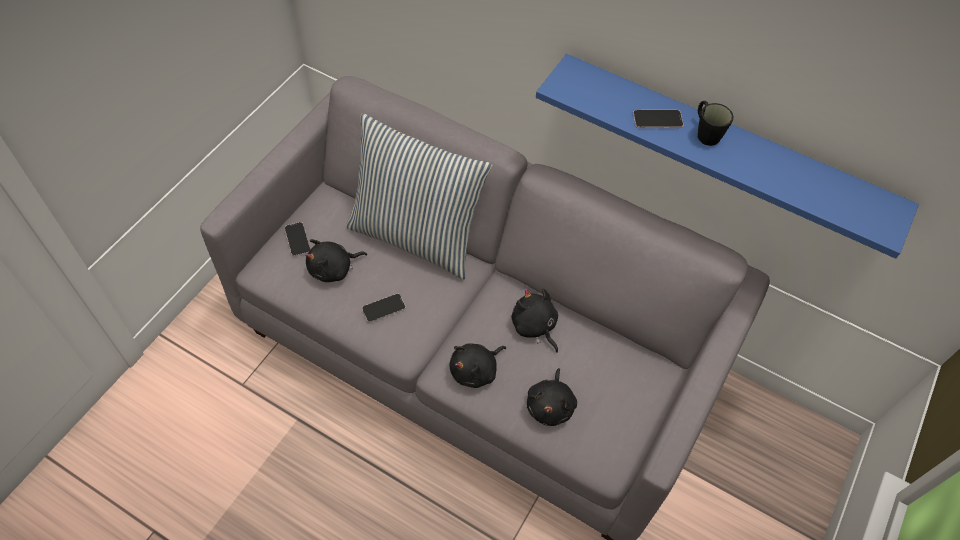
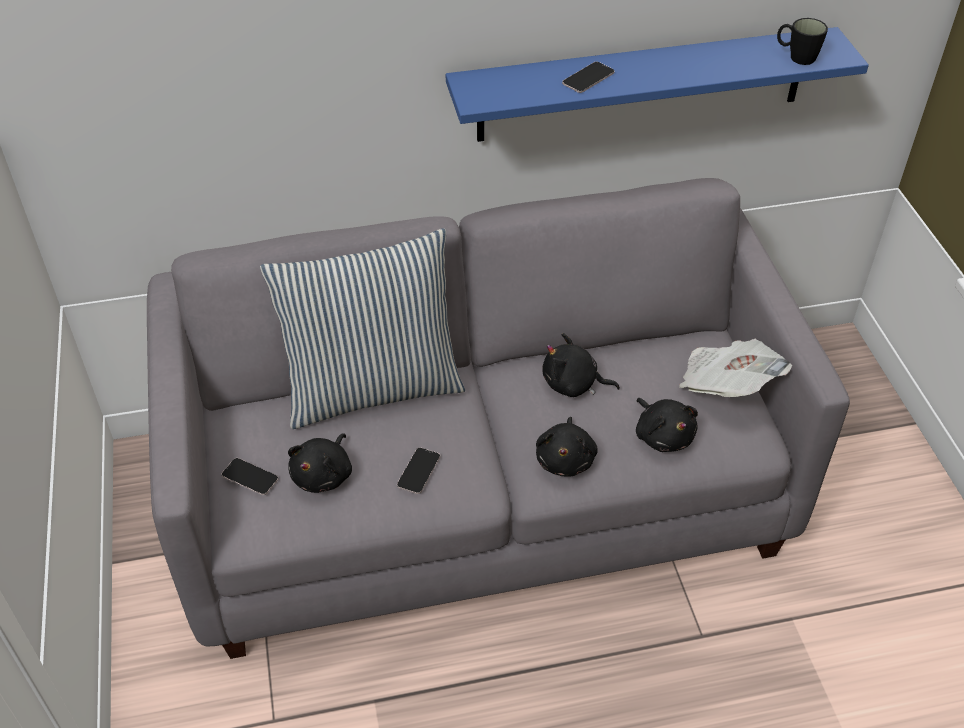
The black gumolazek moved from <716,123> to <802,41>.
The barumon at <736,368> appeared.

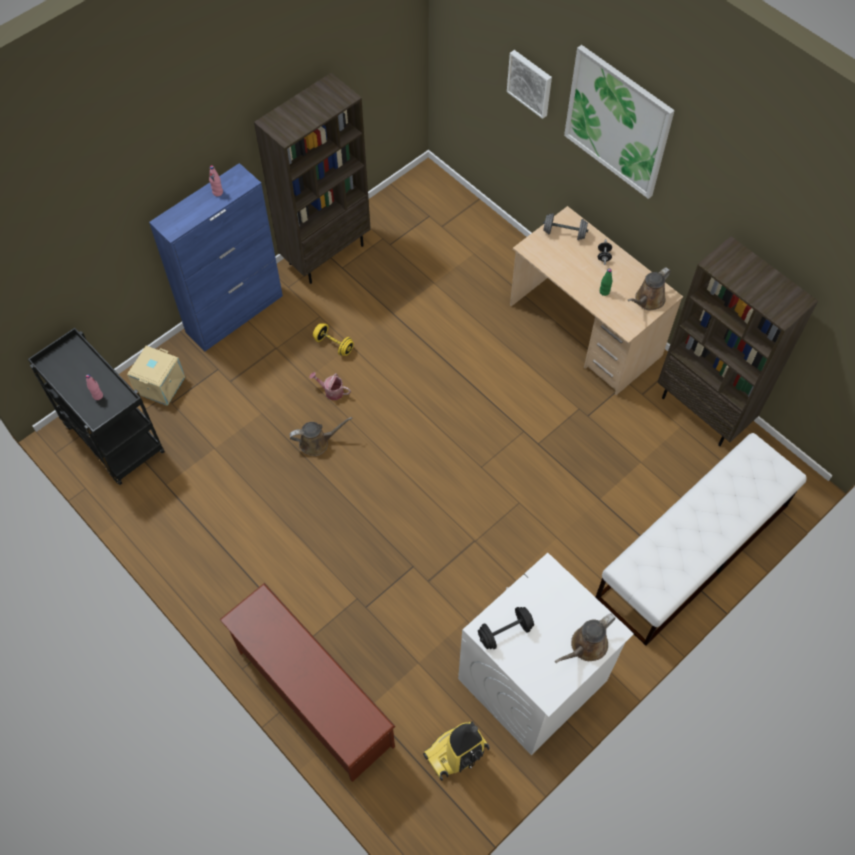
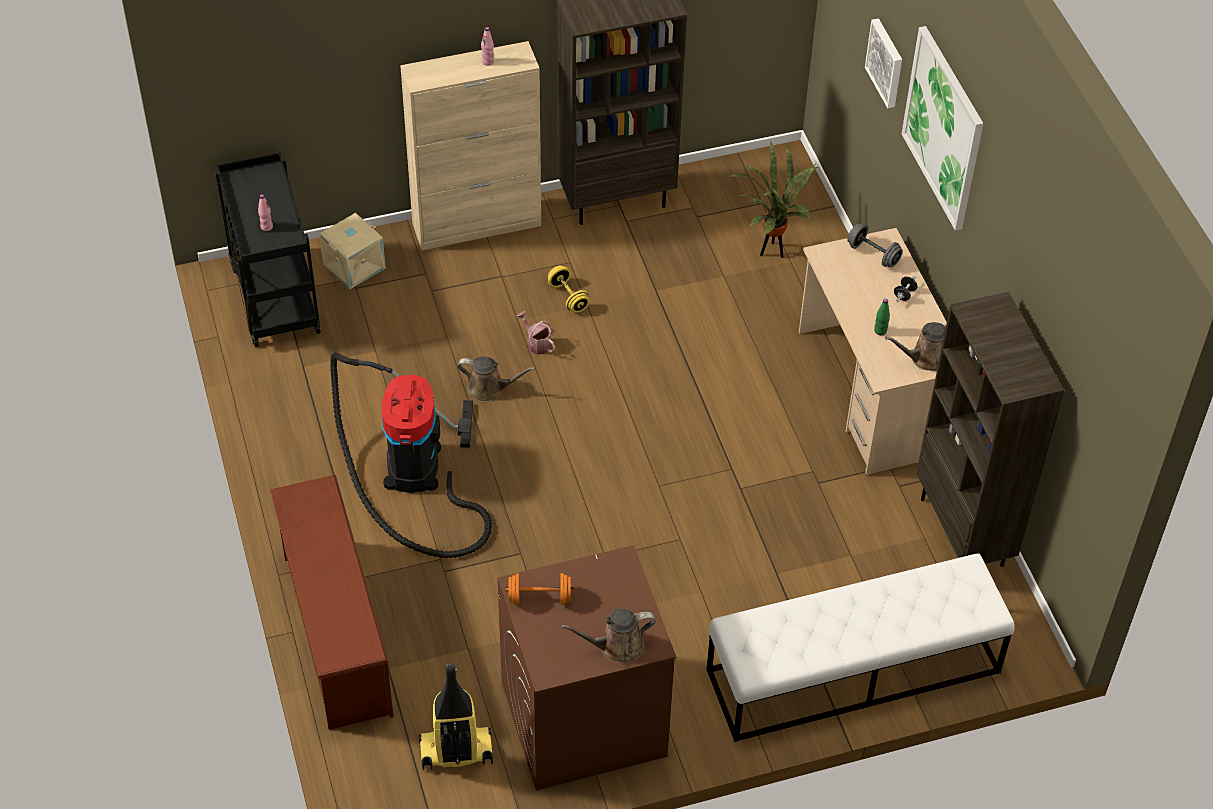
The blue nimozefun at <216,257> became the beige nimozefun at <470,146>.
The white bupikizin at <546,654> became the brown bupikizin at <586,668>.
The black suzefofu at <506,628> became the orange suzefofu at <540,589>.
The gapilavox at <773,199> appeared.
The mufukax at <411,455> appeared.

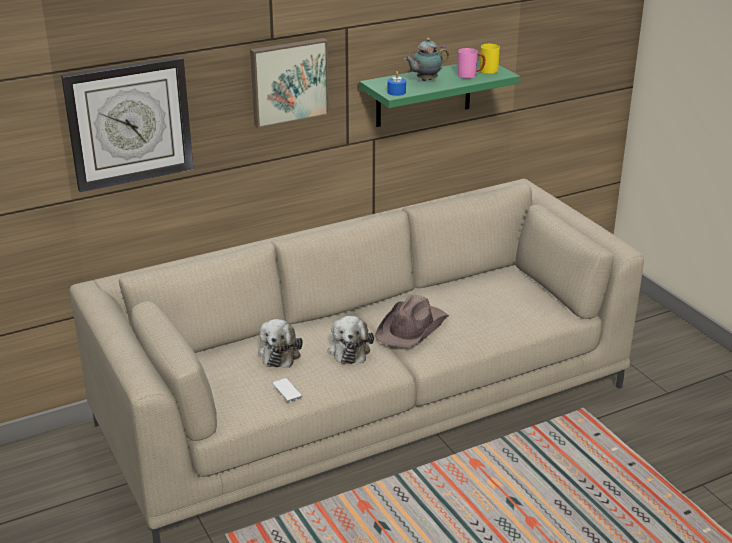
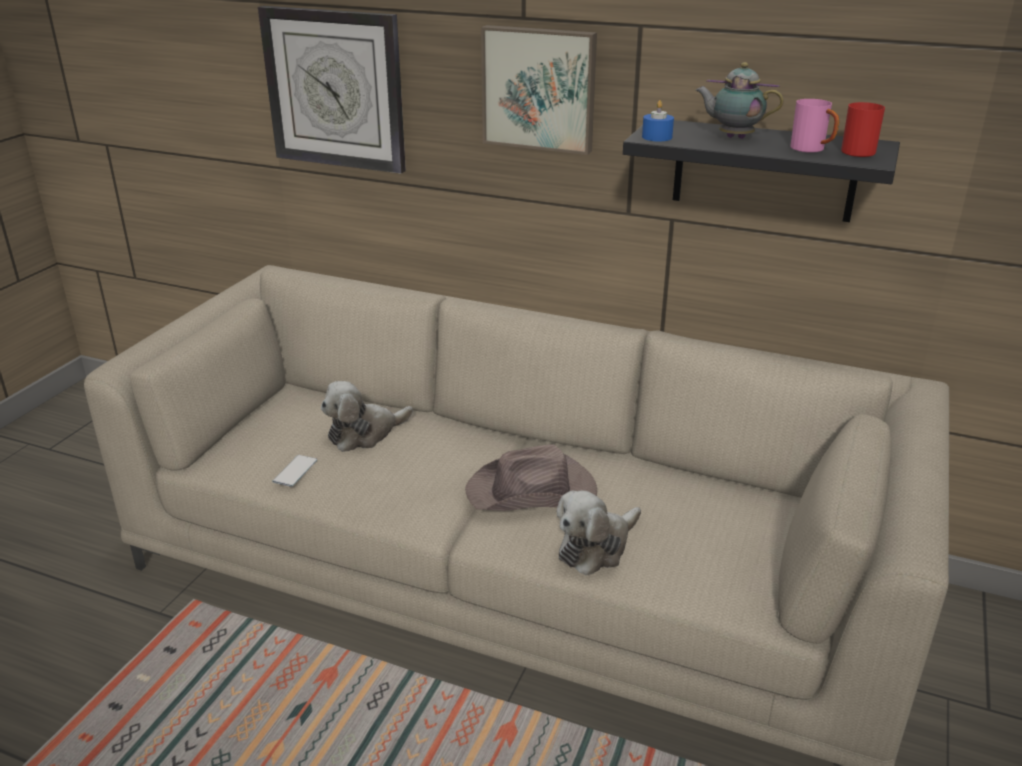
The yellow gumolazek at <490,59> became the red gumolazek at <863,129>.
The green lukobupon at <439,93> became the black lukobupon at <761,171>.
The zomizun moved from <351,340> to <599,532>.

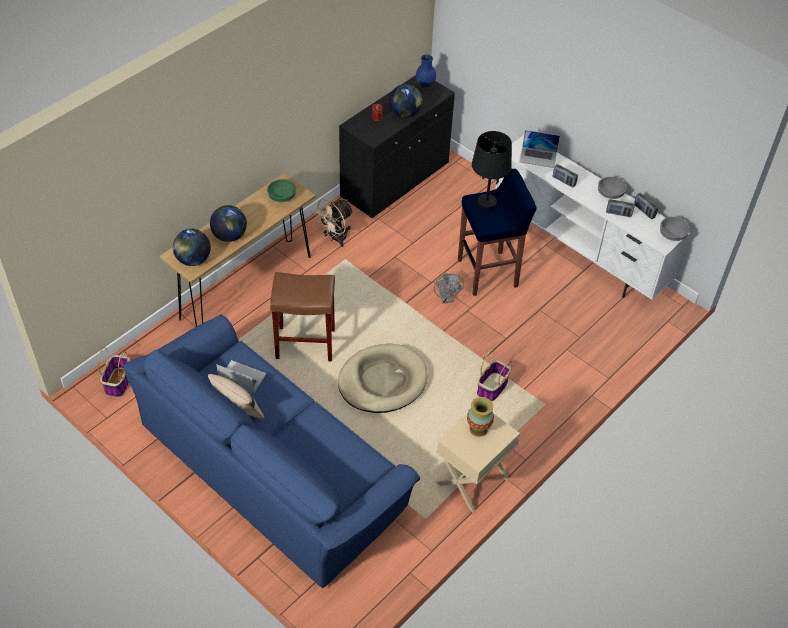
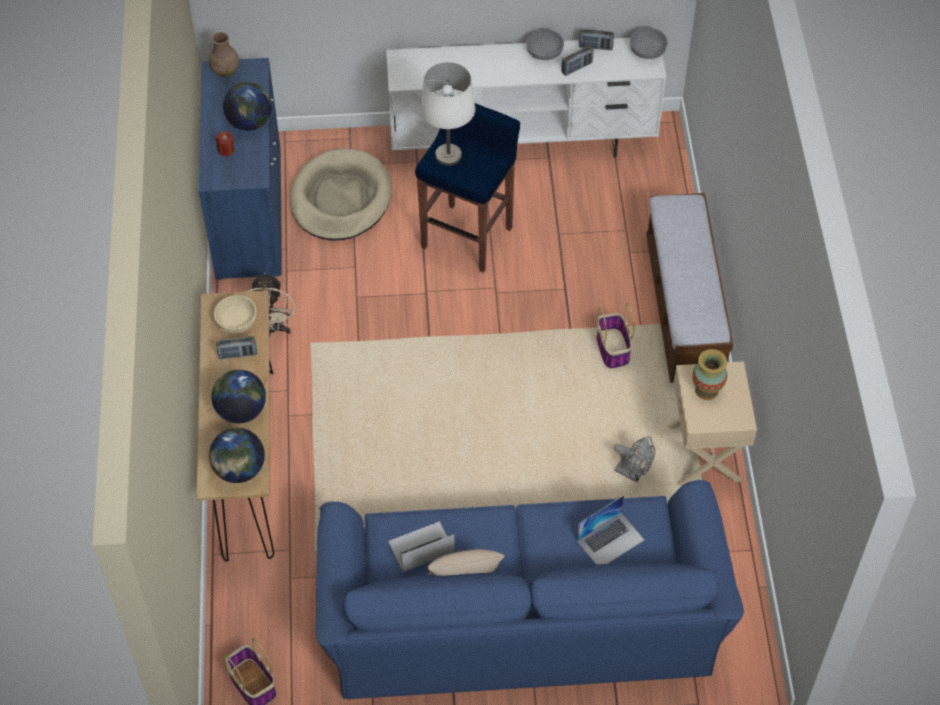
The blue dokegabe at <426,70> became the brown dokegabe at <224,54>.
The black nimozefun at <397,146> became the blue nimozefun at <240,169>.
The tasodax moved from <539,149> to <610,529>.
The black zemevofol at <492,170> became the white zemevofol at <447,114>.
The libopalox moved from <565,175> to <236,347>.
The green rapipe at <281,190> became the beige rapipe at <235,314>.
The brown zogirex at <302,316> disappeared.
The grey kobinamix moved from <449,287> to <634,459>.
The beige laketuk moved from <383,378> to <341,195>.
The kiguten at <689,288> appeared.

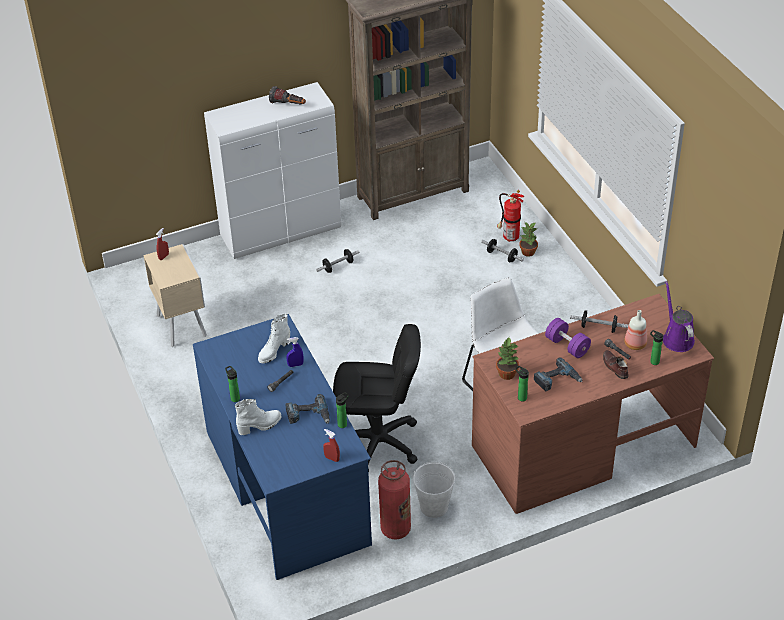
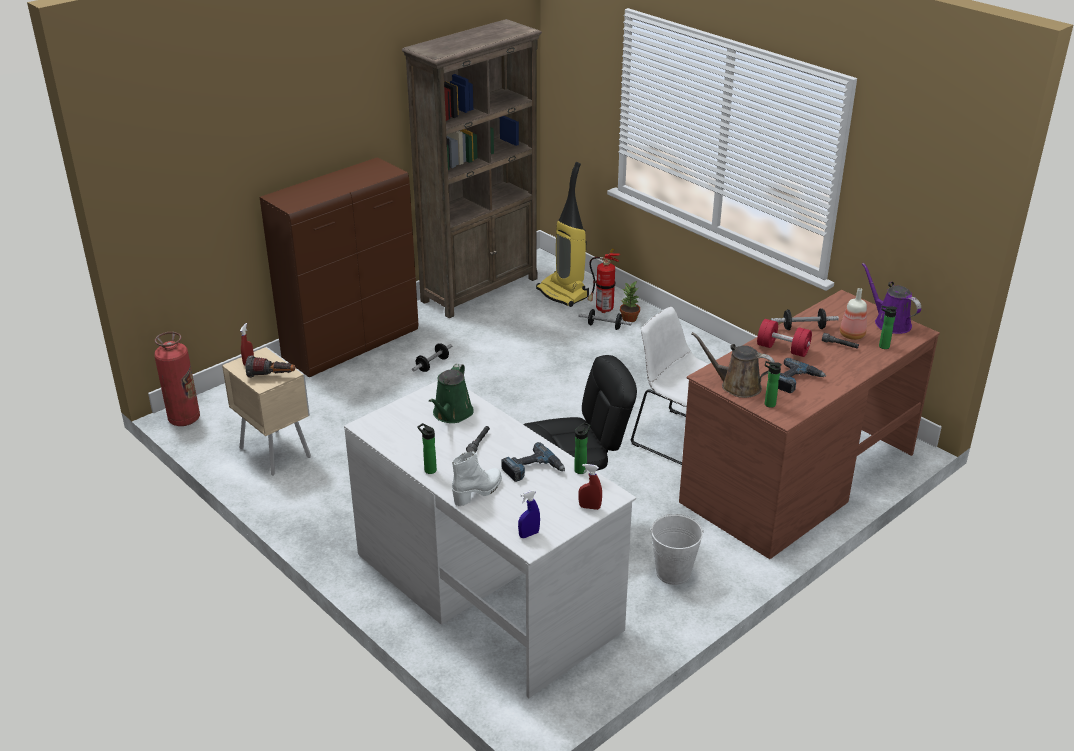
The white nimozefun at <272,170> became the brown nimozefun at <339,267>.
The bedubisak moved from <287,95> to <270,367>.
The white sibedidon at <274,338> was replaced by the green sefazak at <451,393>.
The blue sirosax at <282,447> became the white sirosax at <490,539>.
The purple suzefofu at <568,338> became the red suzefofu at <784,338>.
The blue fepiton moved from <294,352> to <529,514>.
The gapilavox at <507,359> was replaced by the brown sefazak at <733,365>.
The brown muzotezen at <616,364> disappeared.
The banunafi moved from <394,499> to <177,379>.
The mufukax at <562,234> appeared.

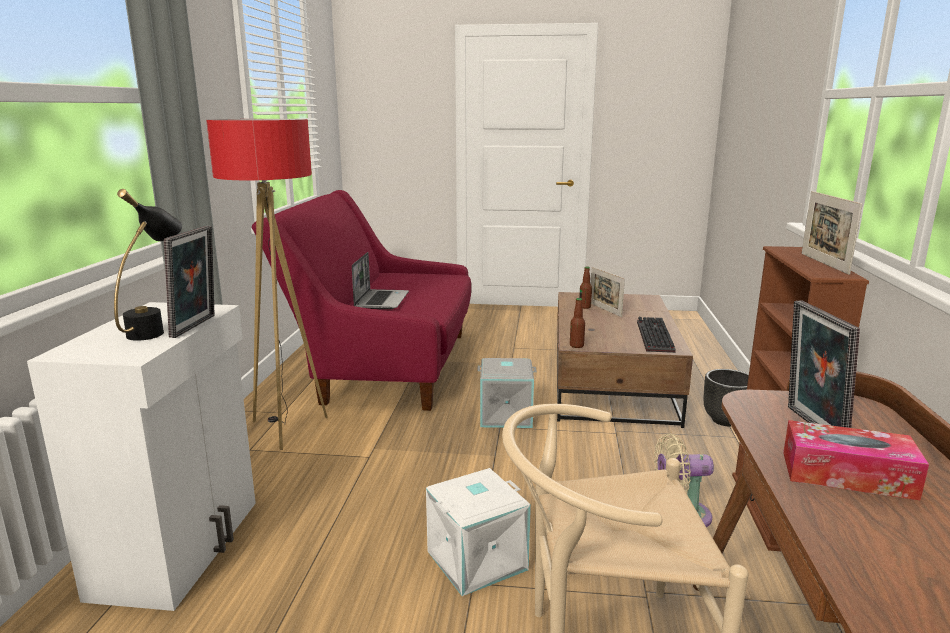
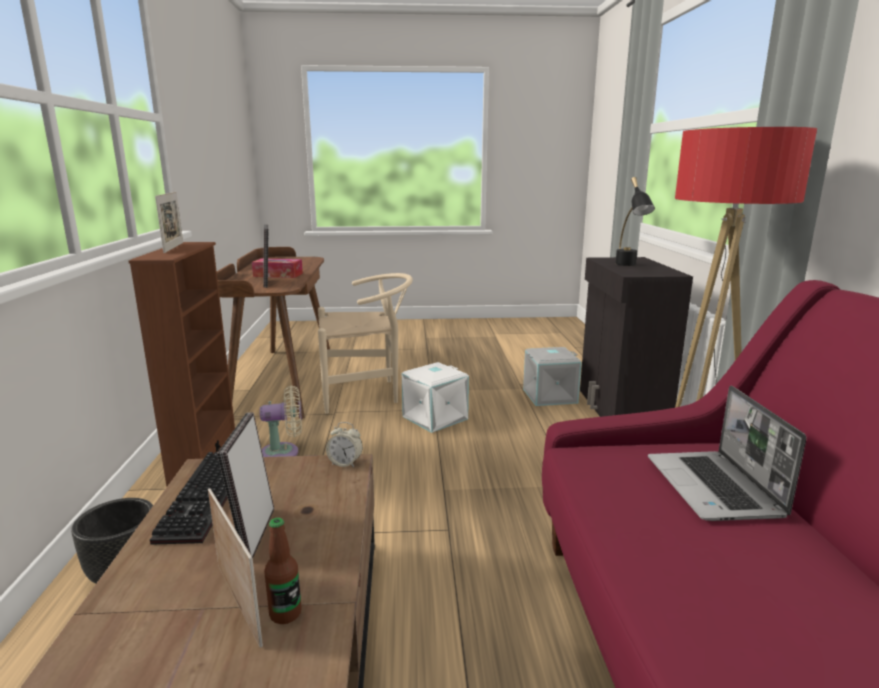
The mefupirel moved from <189,282> to <245,485>.
The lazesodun at <577,323> was replaced by the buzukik at <344,444>.
The white nimozefun at <141,456> became the black nimozefun at <636,337>.
The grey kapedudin moved from <507,393> to <552,376>.

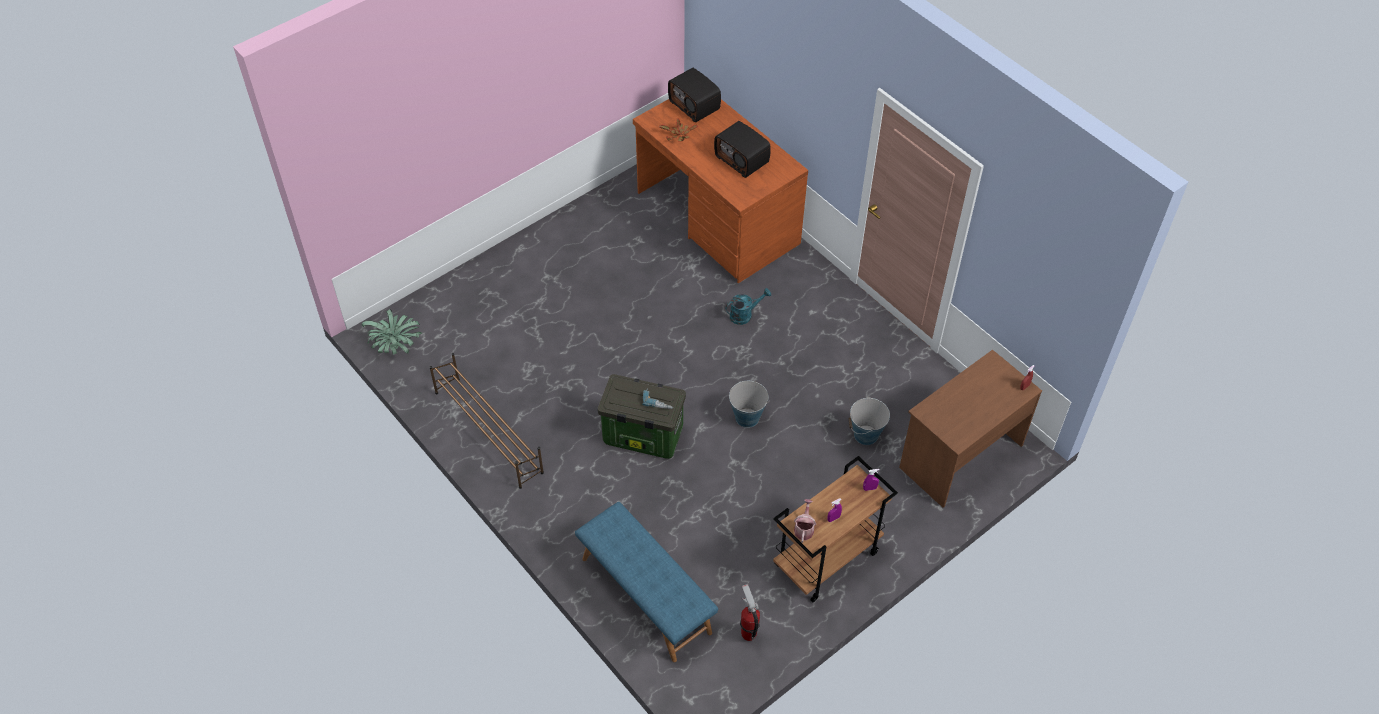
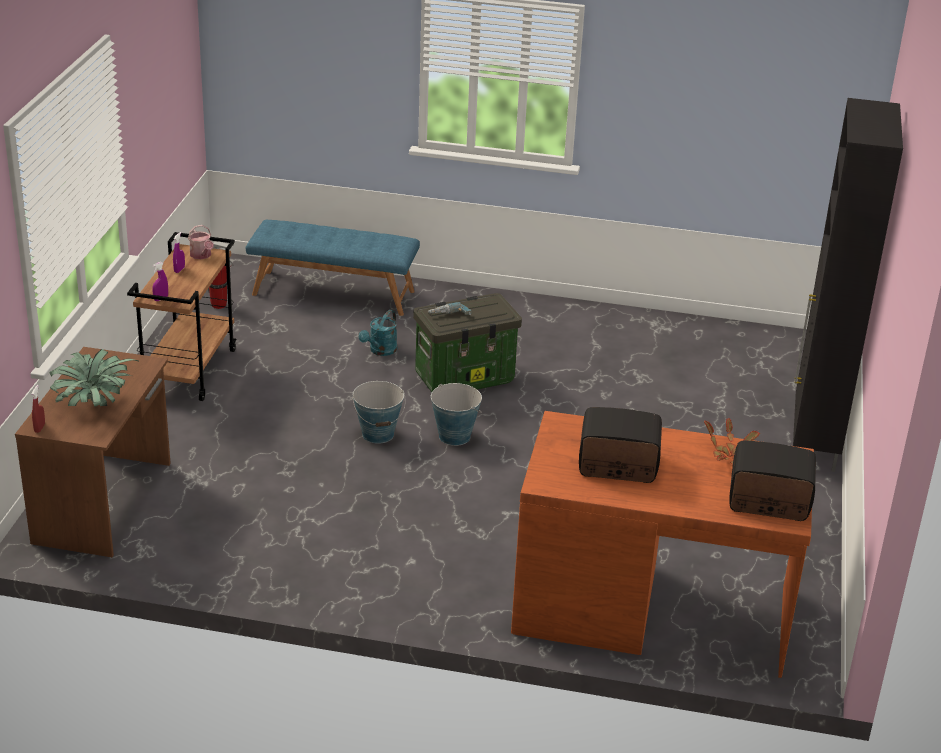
The turquoise sefazak moved from <748,306> to <378,333>.
The gapilavox moved from <391,332> to <94,378>.
The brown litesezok at <487,421> disappeared.
The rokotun moved from <869,421> to <456,414>.
The black nimozefun at <848,285> appeared.

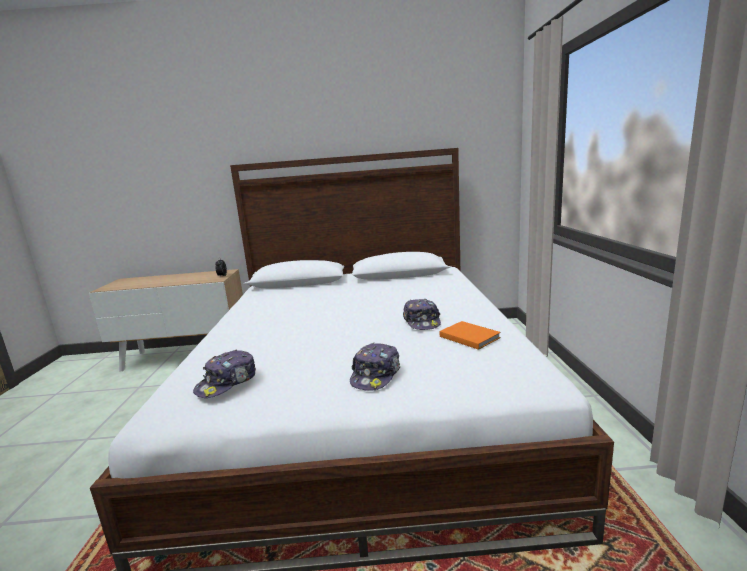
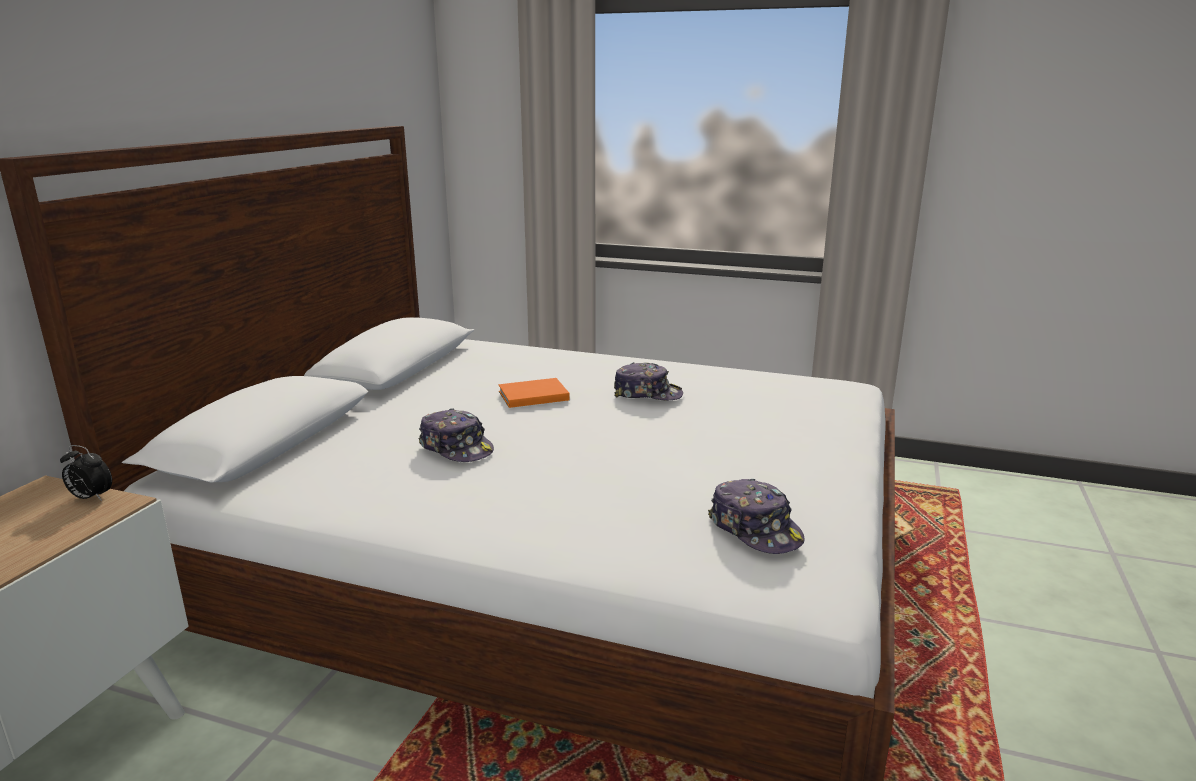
The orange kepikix moved from <470,335> to <534,393>.
The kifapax moved from <375,367> to <456,435>.

